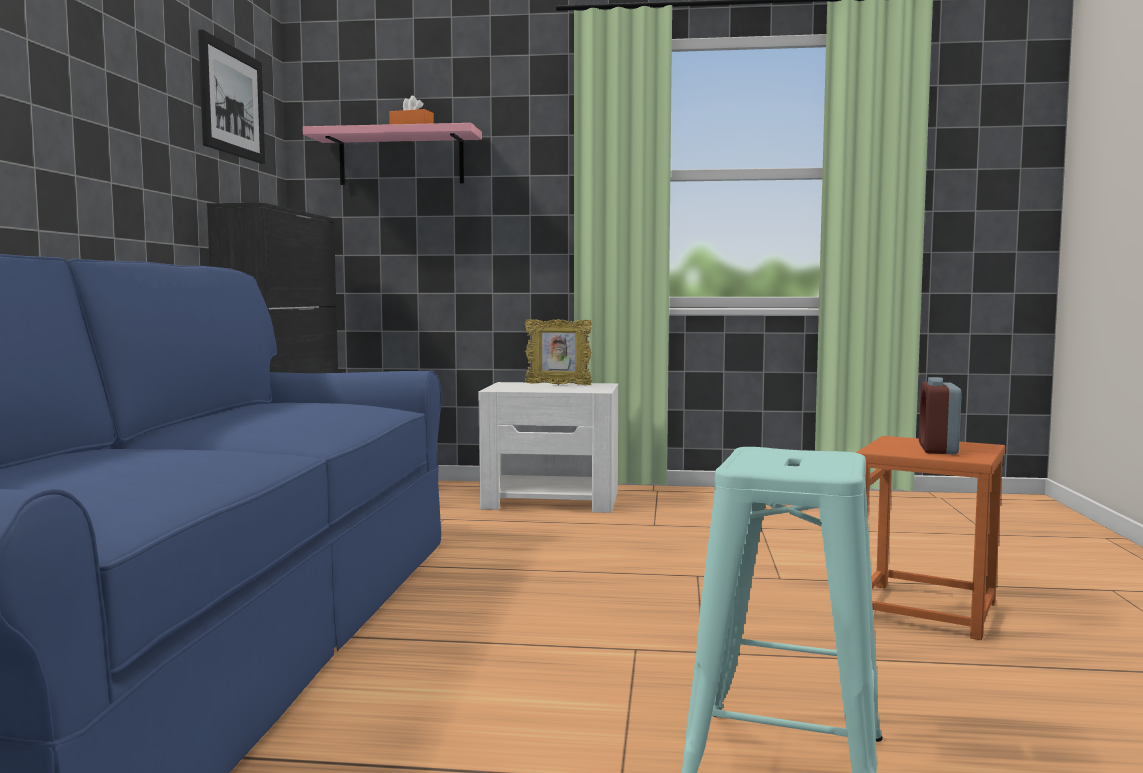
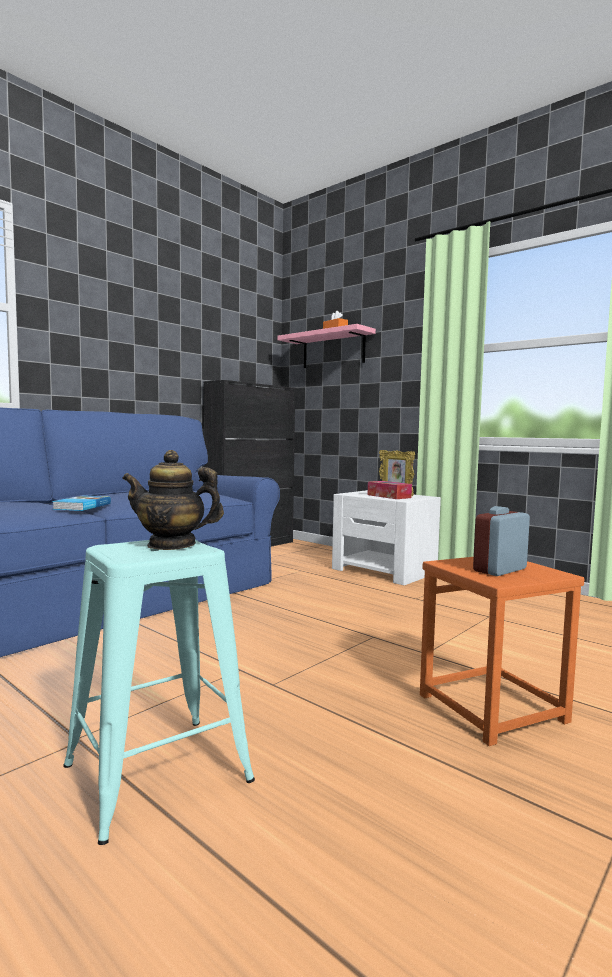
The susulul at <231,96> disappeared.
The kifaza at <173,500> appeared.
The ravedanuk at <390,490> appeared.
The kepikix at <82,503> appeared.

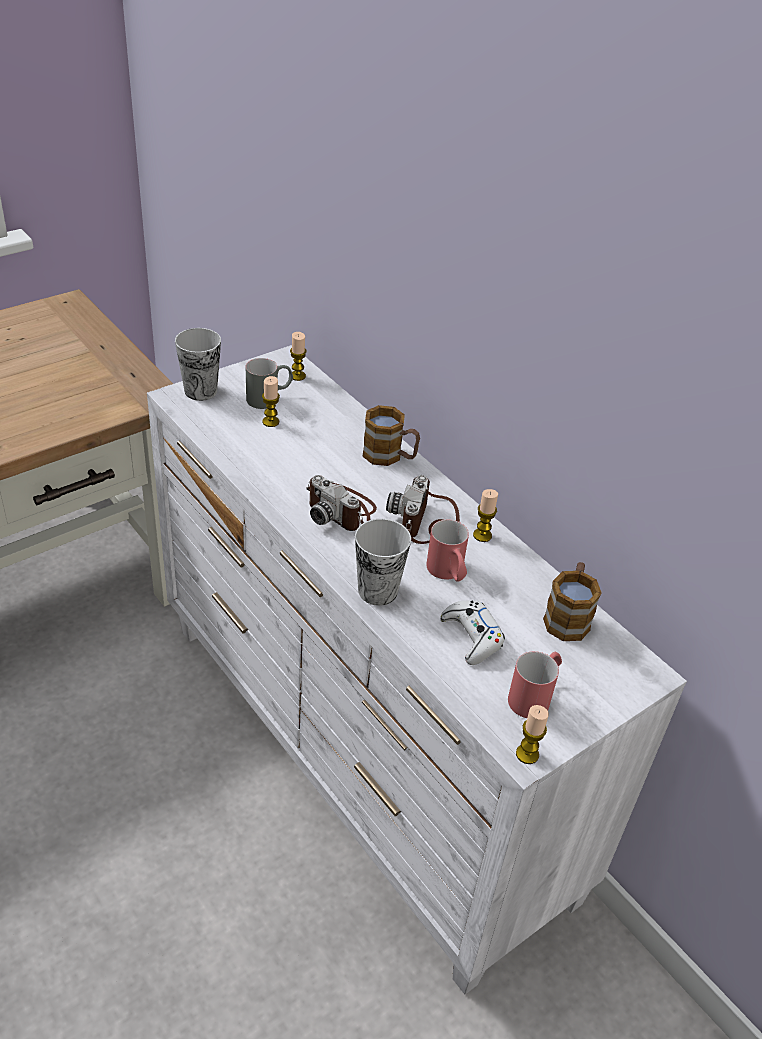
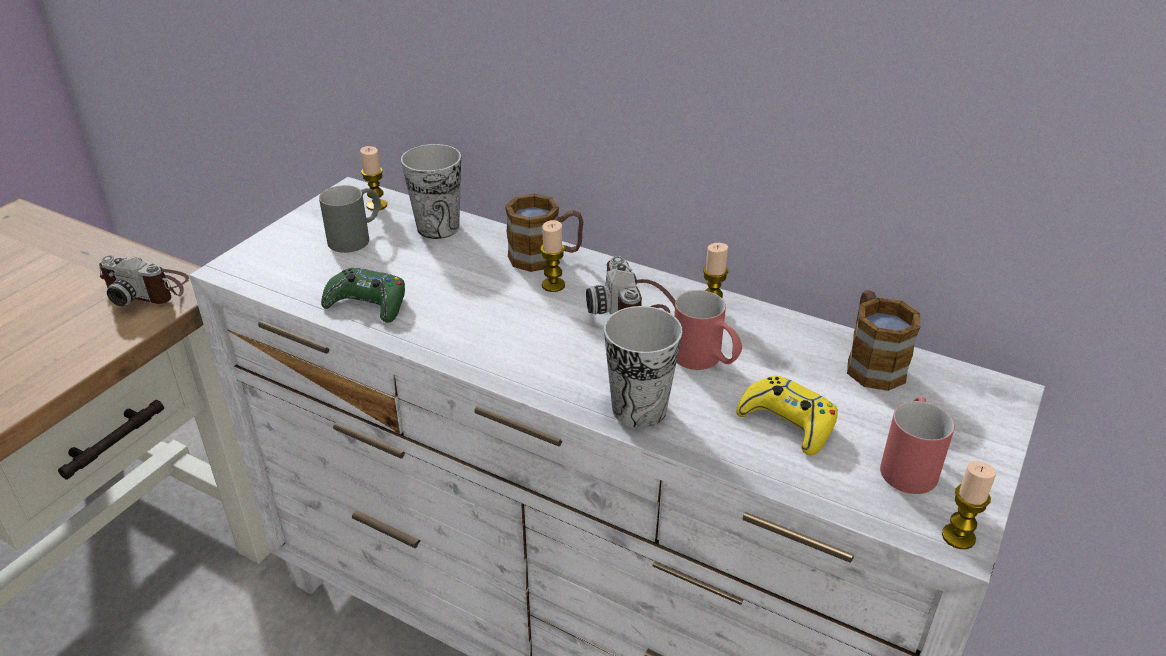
The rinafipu moved from <198,364> to <431,191>.
The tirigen moved from <271,401> to <552,256>.
The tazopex moved from <341,503> to <144,281>.
The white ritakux at <472,632> became the yellow ritakux at <787,415>.
The green ritakux at <363,295> appeared.

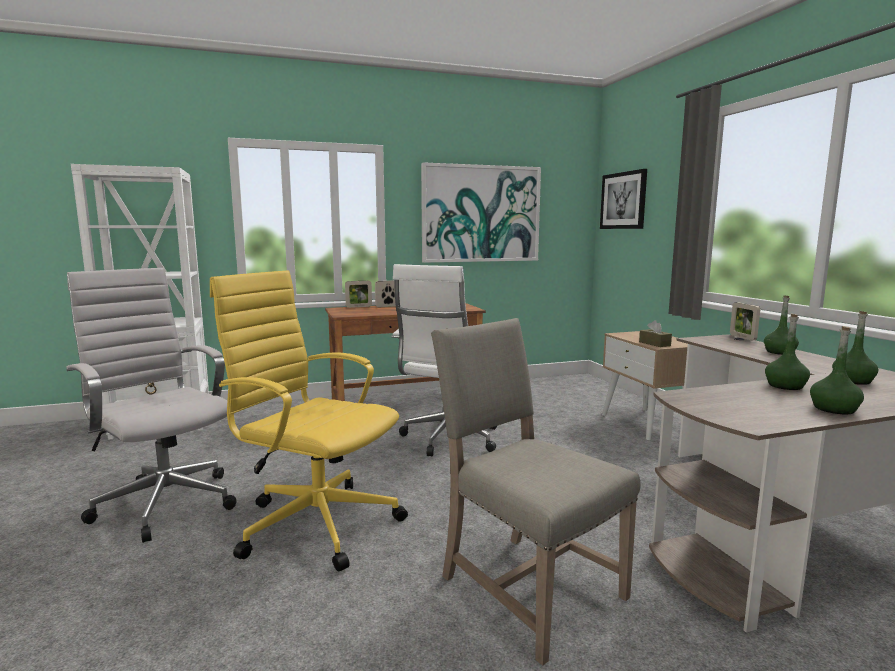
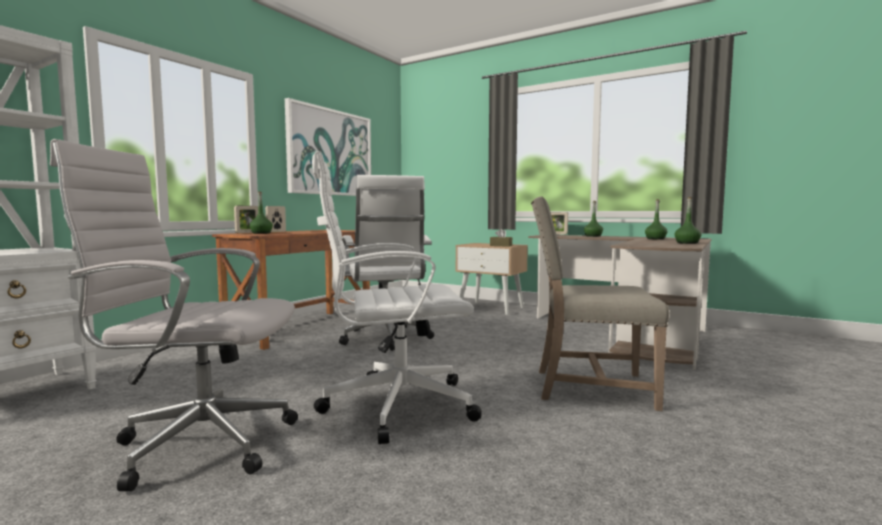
The susulul at <623,199> disappeared.
The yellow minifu at <309,420> became the white minifu at <397,297>.
The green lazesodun moved from <787,352> to <261,212>.

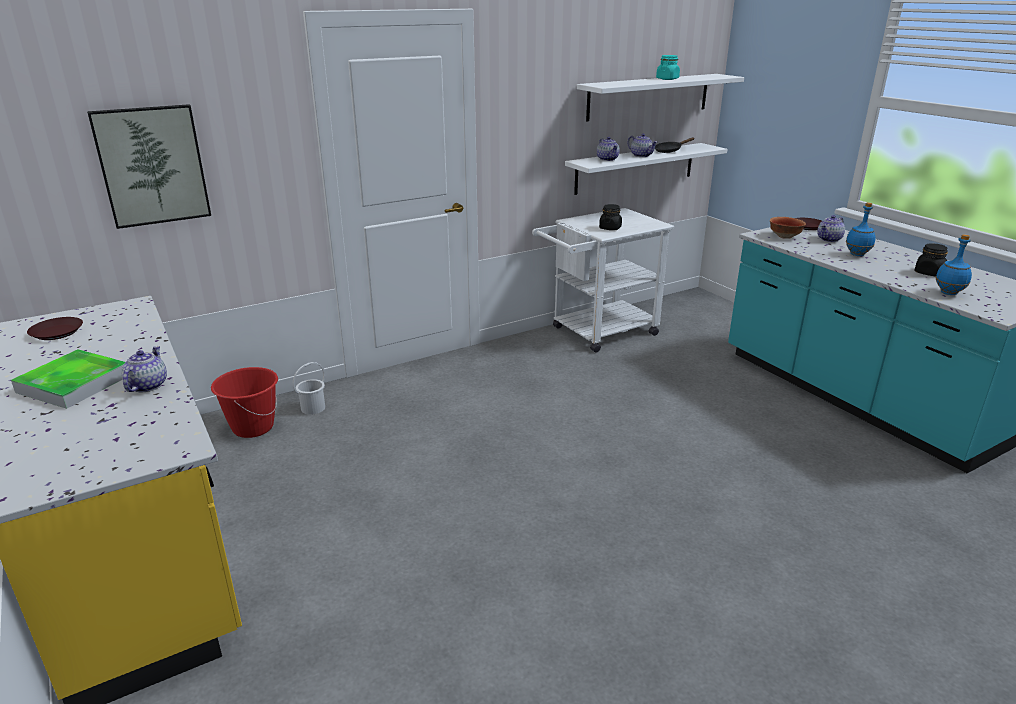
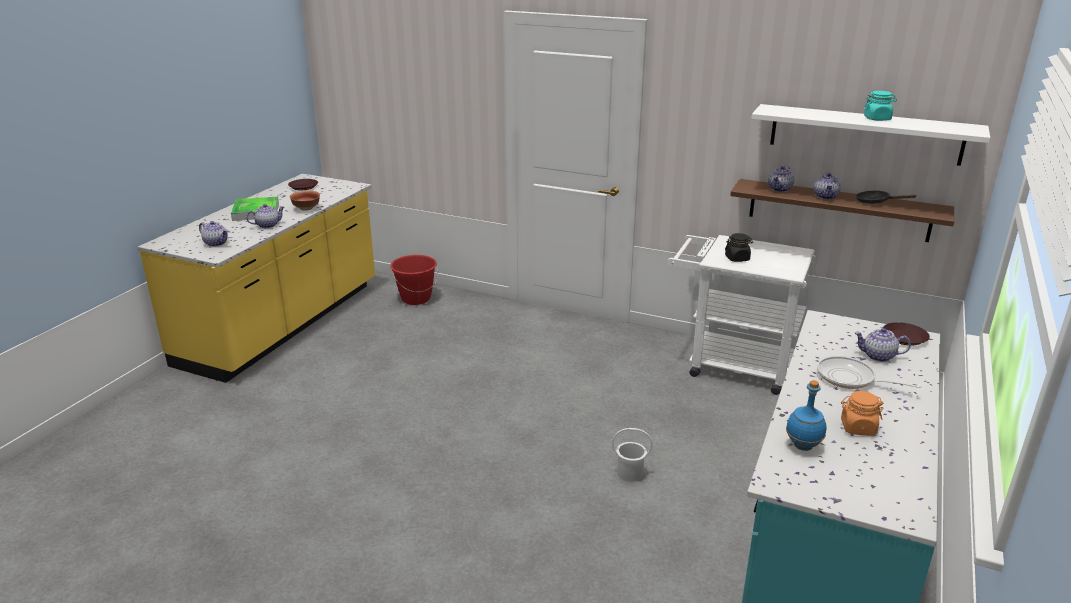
The susulul at <149,166> disappeared.
The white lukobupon at <646,169> became the brown lukobupon at <842,210>.
The blue lazesodun at <860,229> was replaced by the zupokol at <869,372>.
The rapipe moved from <788,228> to <304,200>.
The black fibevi at <931,259> became the orange fibevi at <862,413>.
The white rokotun moved from <309,388> to <632,455>.
The kifaza at <213,234> appeared.

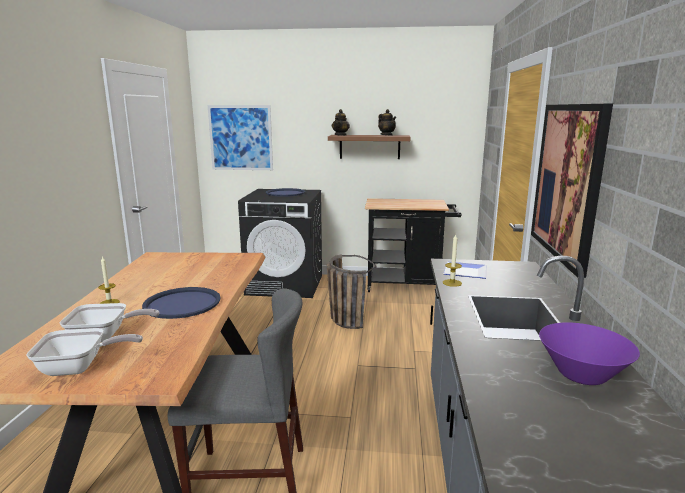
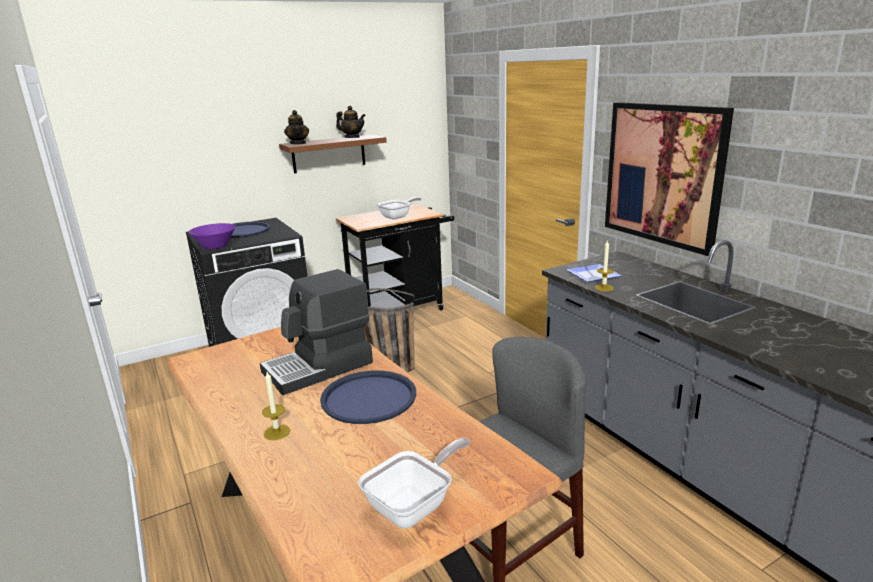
The susulul at <240,137> disappeared.
The zupokol moved from <110,322> to <399,208>.
The purple rapipe moved from <589,353> to <212,236>.
The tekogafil at <316,332> appeared.

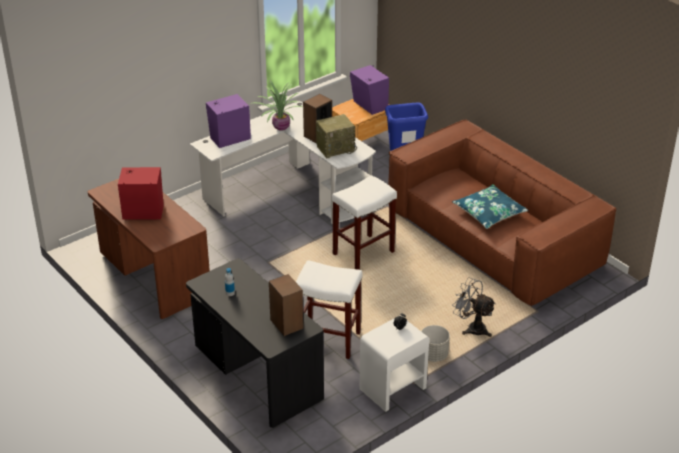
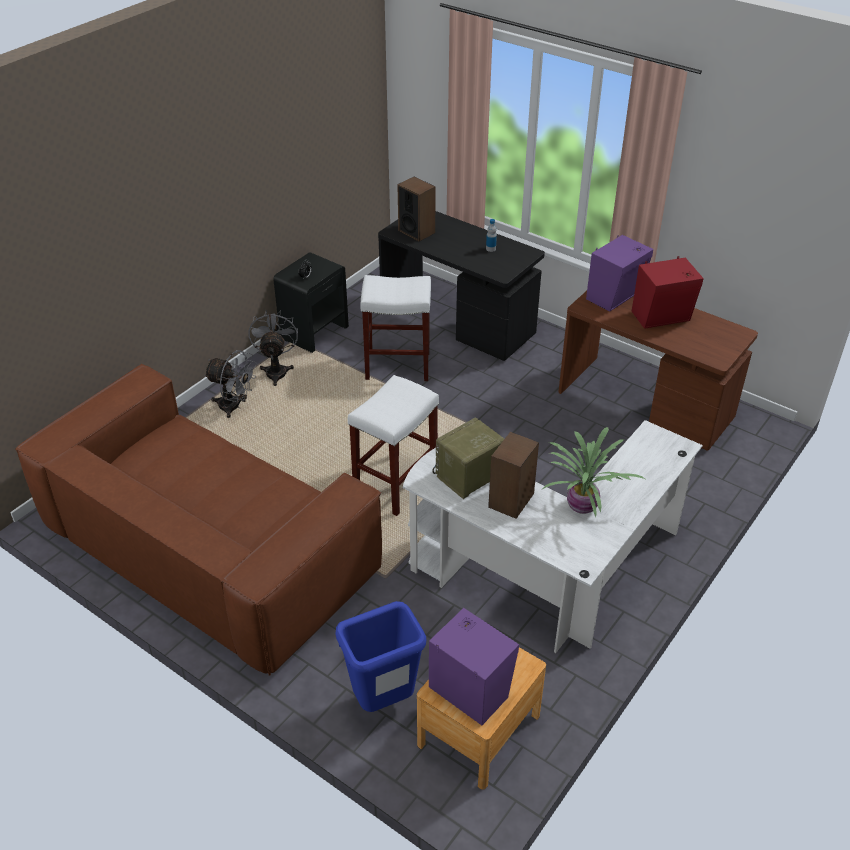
The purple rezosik moved from <228,121> to <619,273>.
The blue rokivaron at <490,206> disappeared.
The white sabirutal at <394,365> became the black sabirutal at <311,302>.
The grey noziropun at <435,343> was replaced by the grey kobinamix at <273,348>.

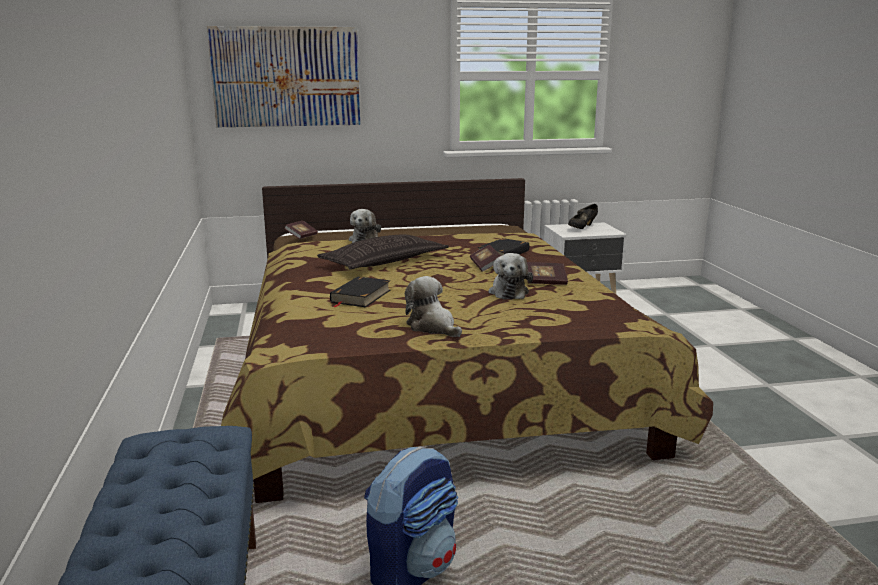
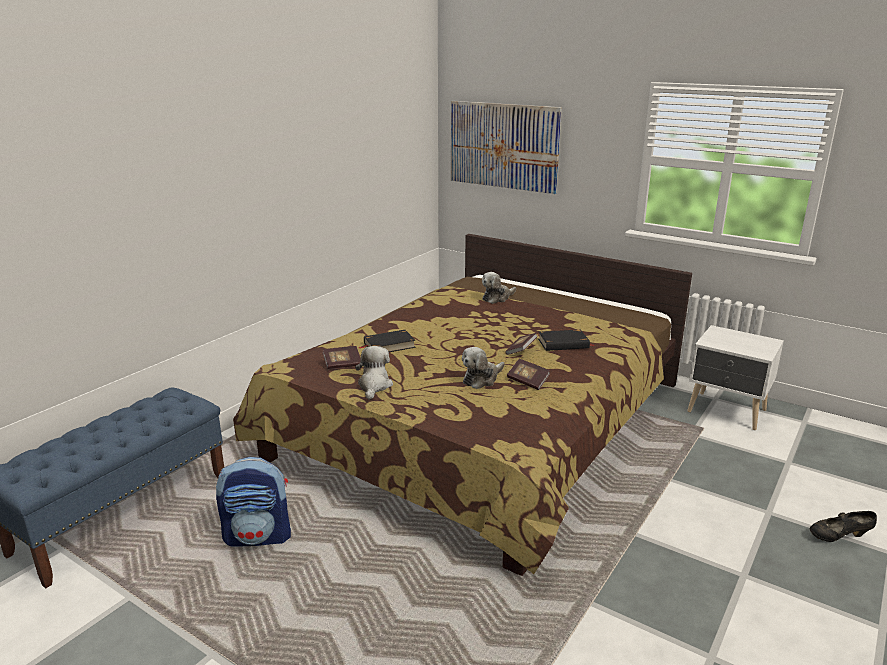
The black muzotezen moved from <583,216> to <843,526>.
The kepikix moved from <301,230> to <341,357>.
The rokivaron at <383,252> disappeared.

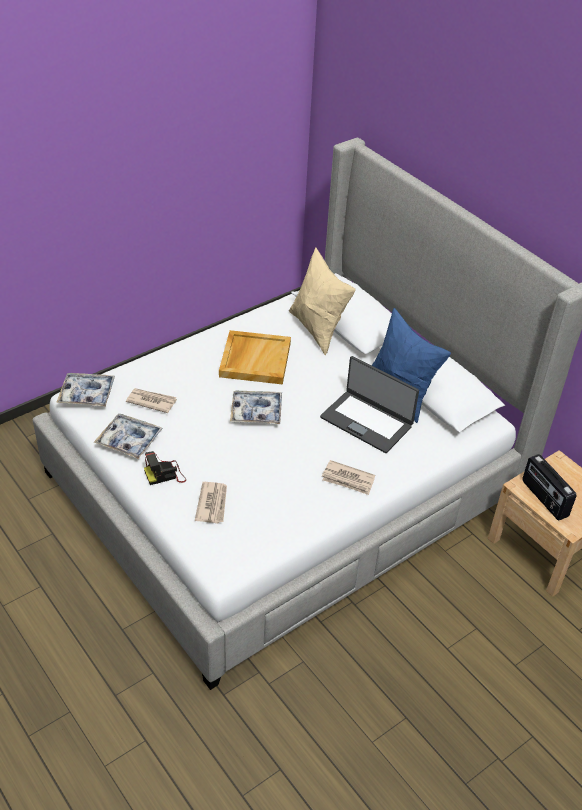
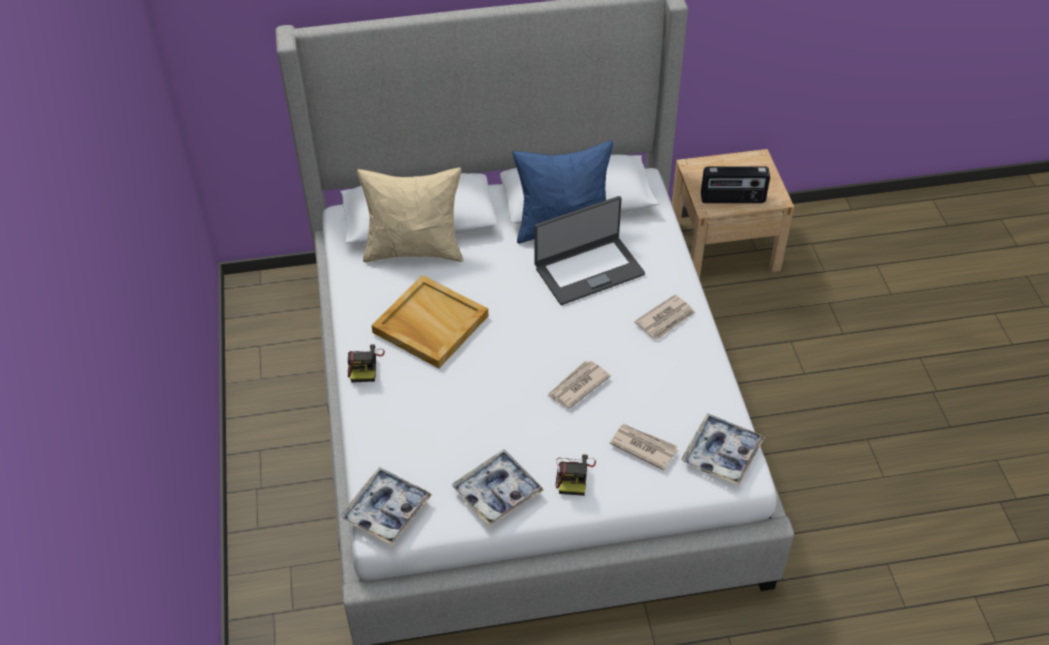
The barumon moved from <151,400> to <579,385>.
The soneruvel moved from <256,407> to <723,449>.
The tazopex at <366,363> appeared.

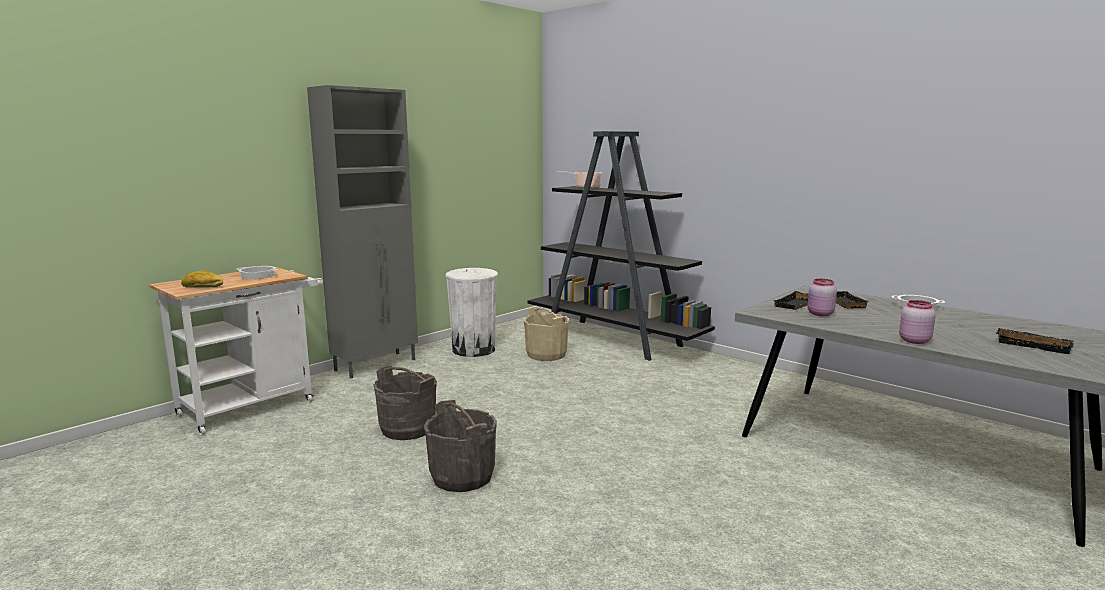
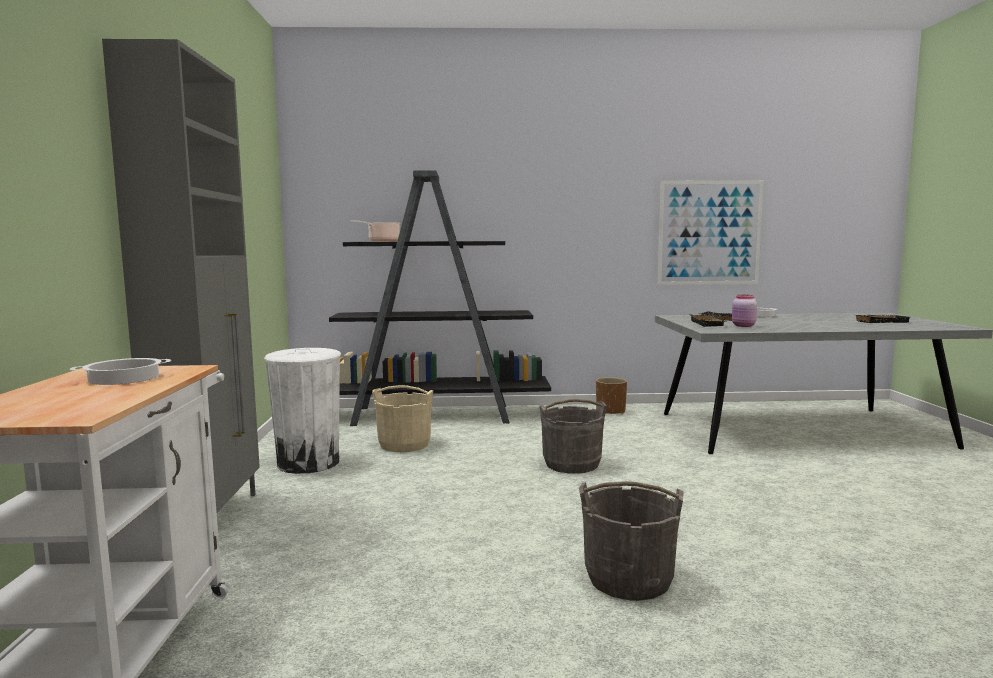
The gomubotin at <202,279> disappeared.
The pink fibevi at <917,322> disappeared.
The grey rokotun moved from <405,403> to <573,436>.
The susulul at <711,232> appeared.
The brown noziropun at <611,395> appeared.

